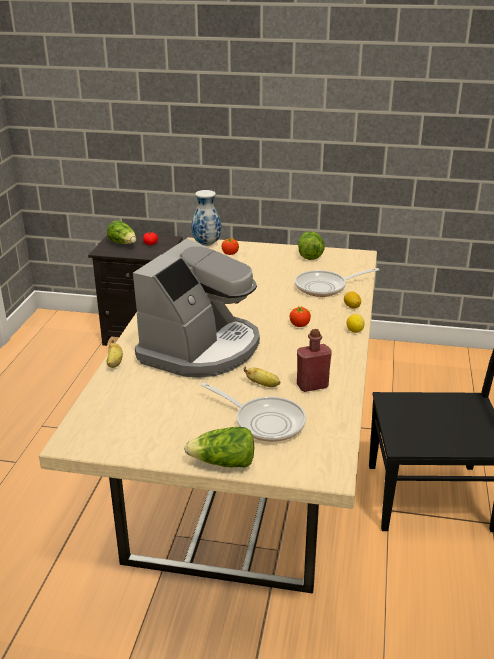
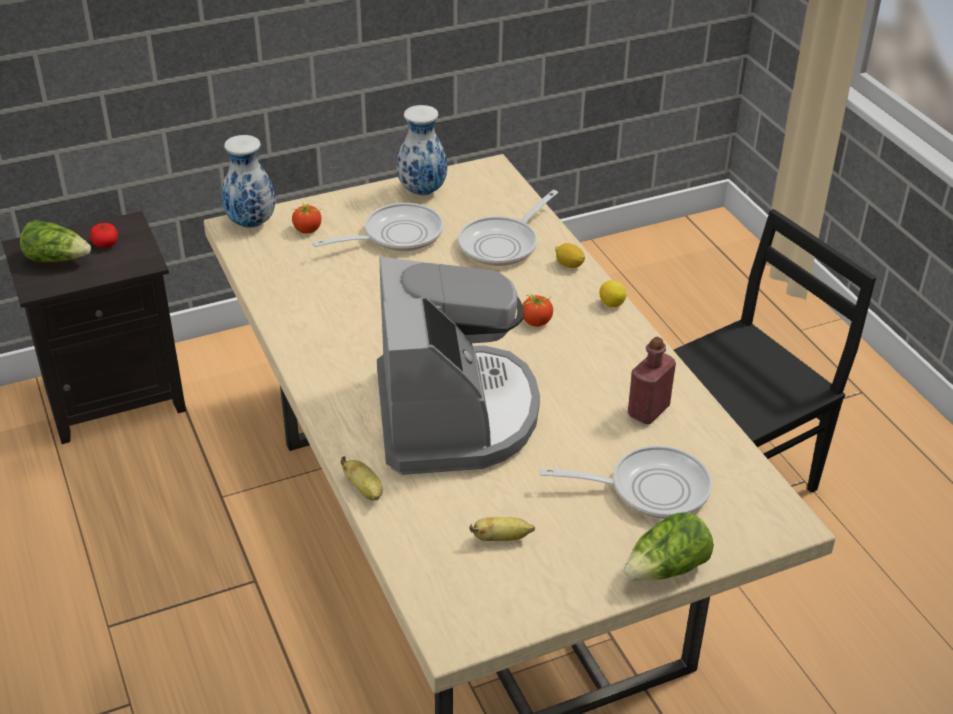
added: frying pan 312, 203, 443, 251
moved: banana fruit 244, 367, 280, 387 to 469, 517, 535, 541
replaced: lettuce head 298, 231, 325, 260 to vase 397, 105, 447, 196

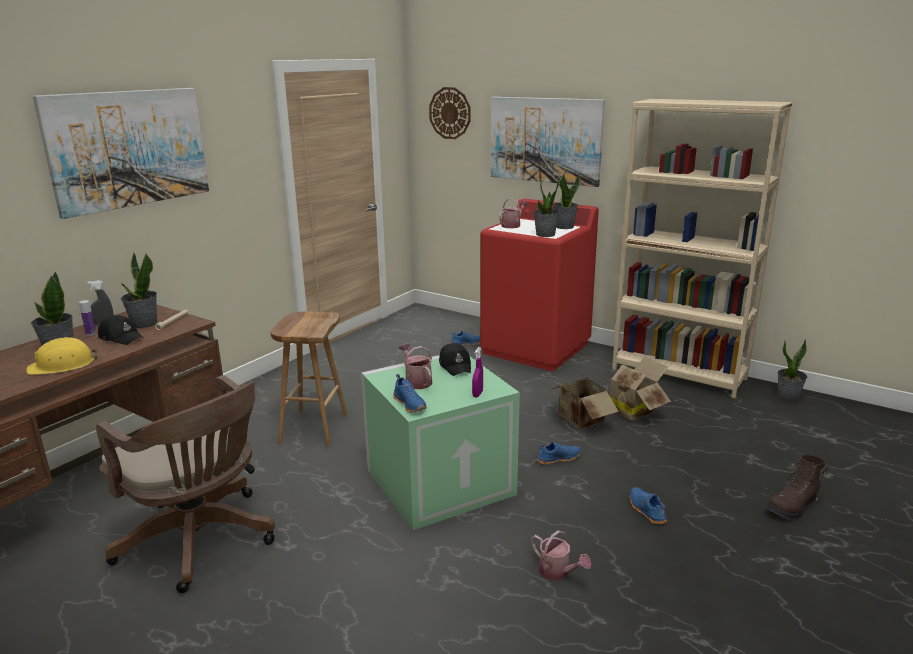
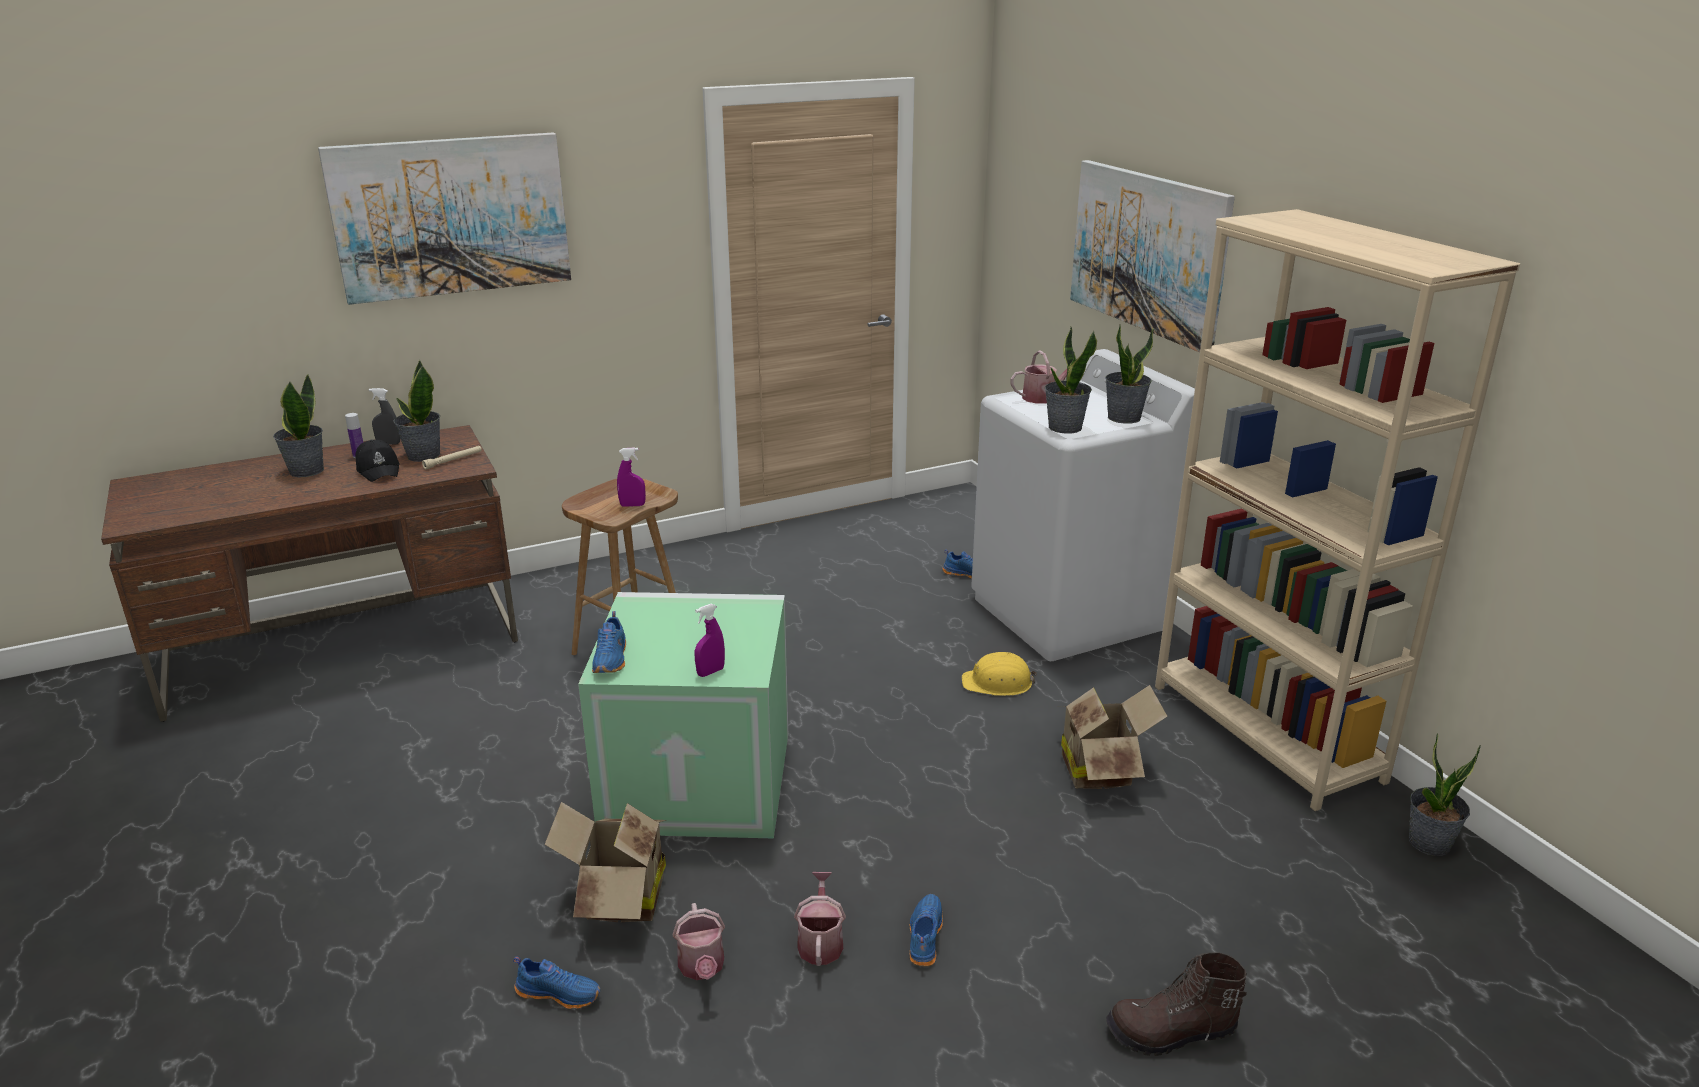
removed: hanging clock 429, 87, 471, 139; blackish cap 439, 343, 471, 376; brown computer chair 96, 375, 275, 593
added: purple-coloured hand sprayer 617, 447, 646, 507
moved: yellow hard hat 27, 337, 98, 375 to 962, 652, 1037, 696; watering pot 399, 344, 432, 389 to 794, 872, 846, 966; carton 550, 371, 619, 429 to 544, 802, 666, 922; blue-coloured item of footwear 537, 442, 580, 465 to 513, 956, 601, 1009
recoloured: red-coloured laundry appliance 480, 199, 599, 371 to whitish laundry appliance 971, 349, 1195, 661

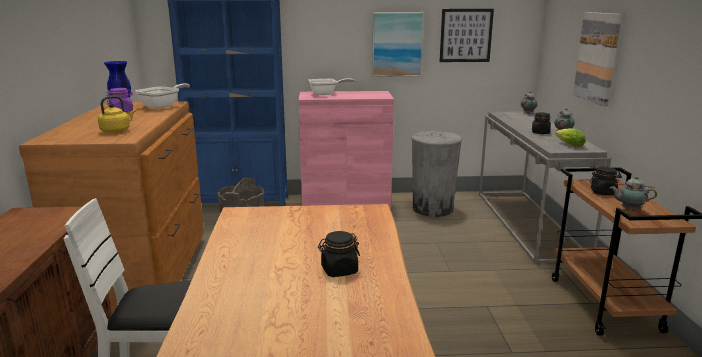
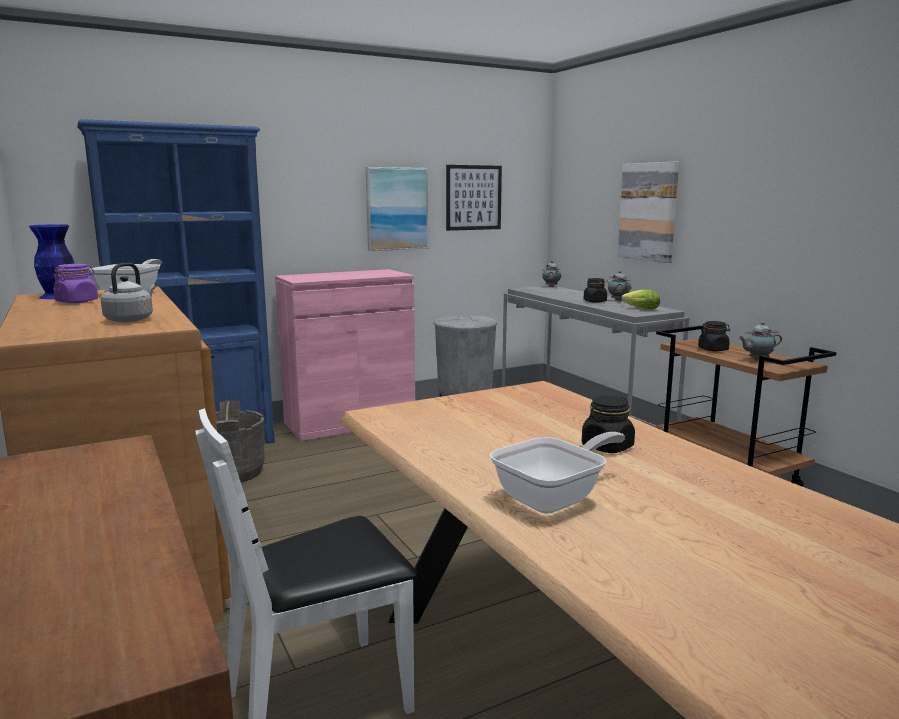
moved: frying pan 309, 78, 355, 95 to 490, 432, 625, 514
recoloured: yellow tea kettle 98, 96, 136, 133 to gray tea kettle 101, 263, 156, 322

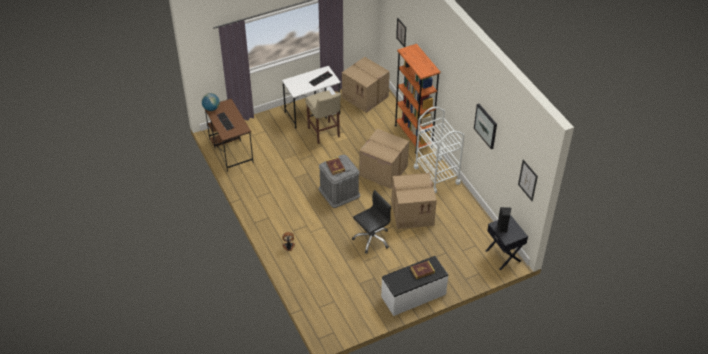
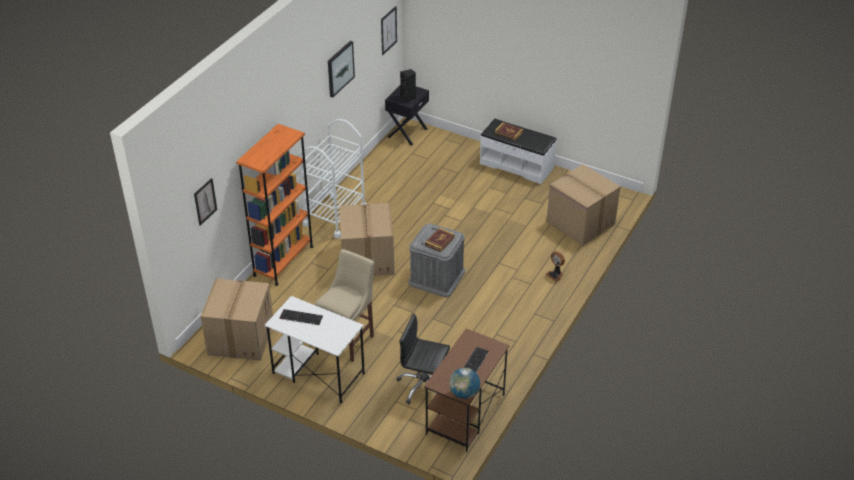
moved: carton 391, 173, 437, 229 to 547, 164, 620, 246; blackish computer chair 352, 190, 391, 254 to 397, 313, 450, 405

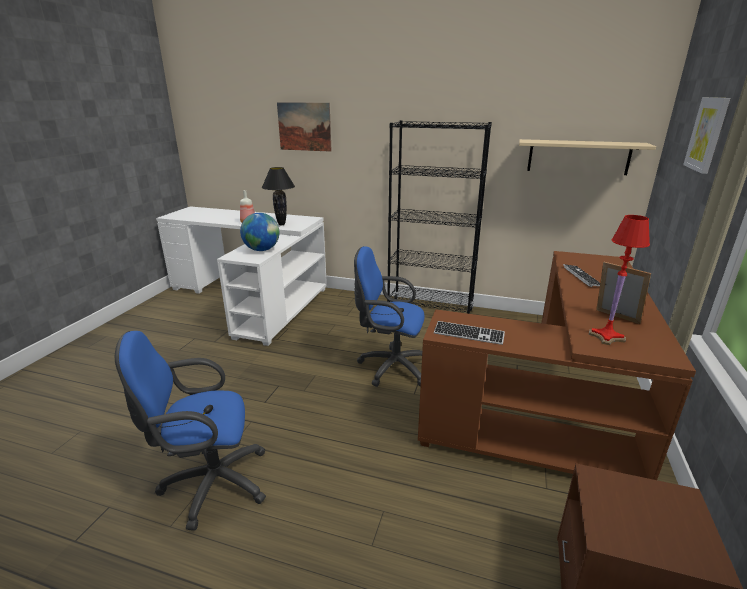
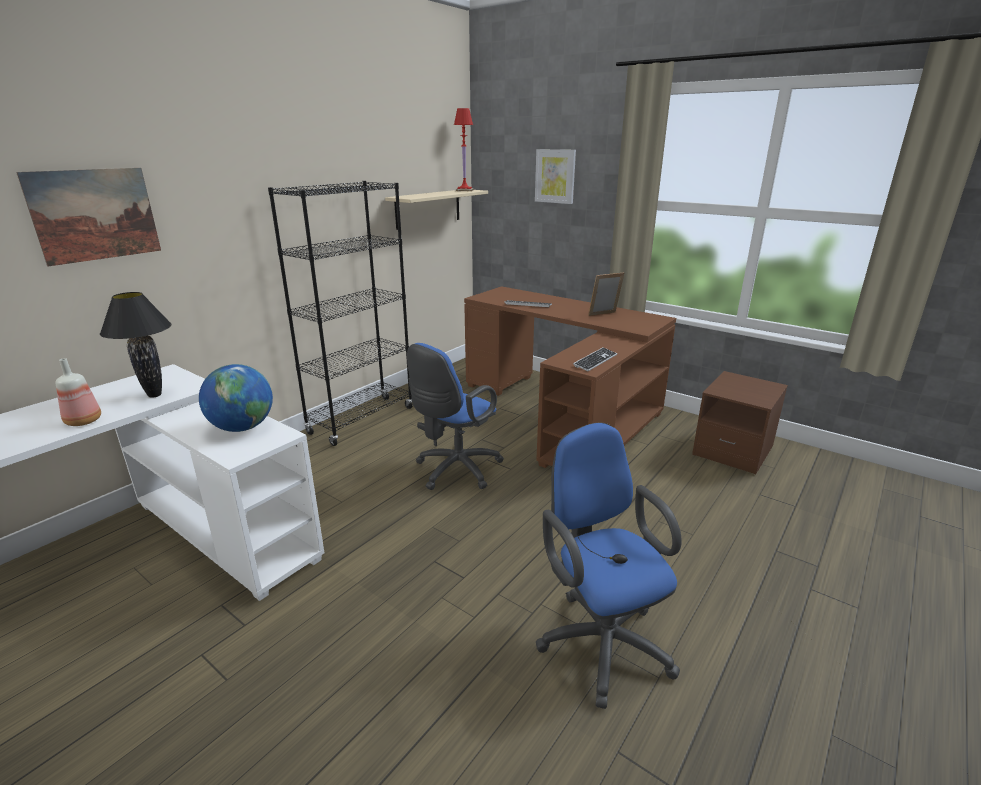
moved: red-coloured tabletop lamp 589, 215, 650, 345 to 454, 108, 474, 191
turned: blue-coloured computer chair 115, 331, 266, 531 = 536, 423, 682, 709 150 degrees clockwise

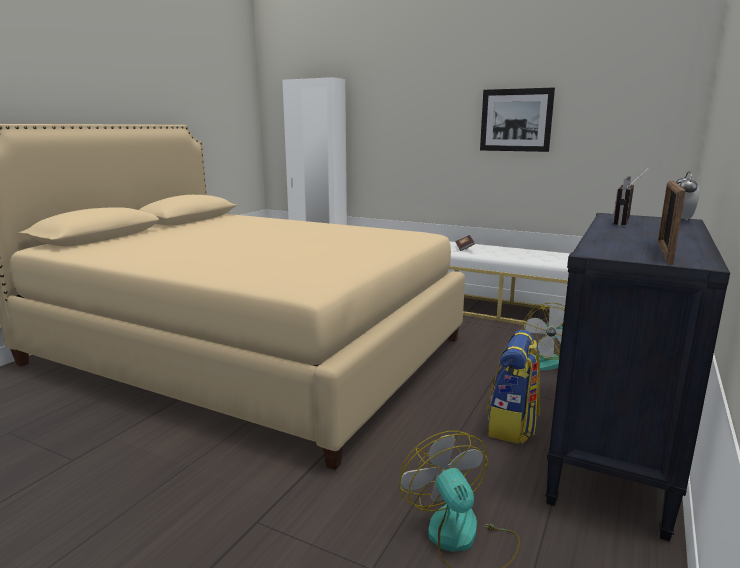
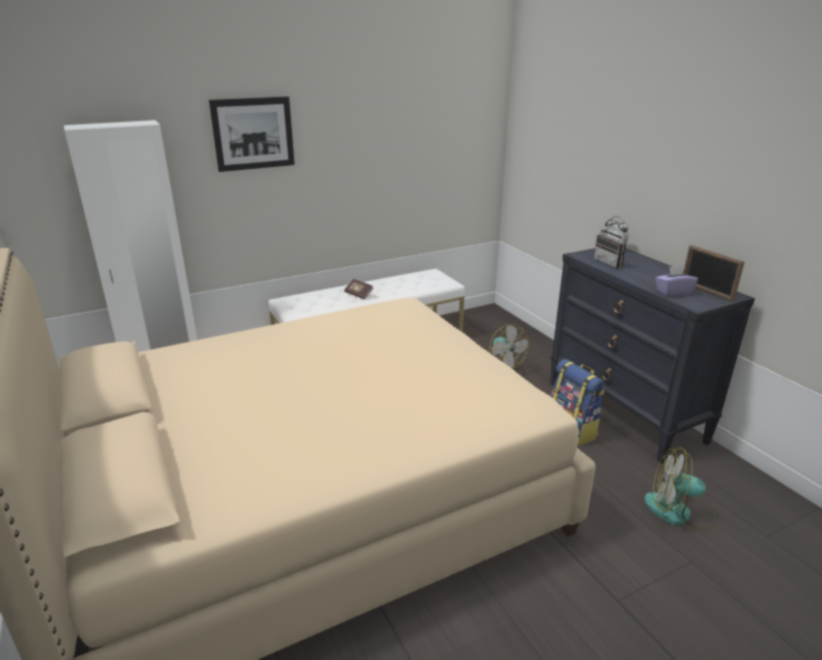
added: purple-coloured tissue box 655, 266, 698, 297
moved: wall art 480, 88, 555, 152 to 209, 96, 295, 172

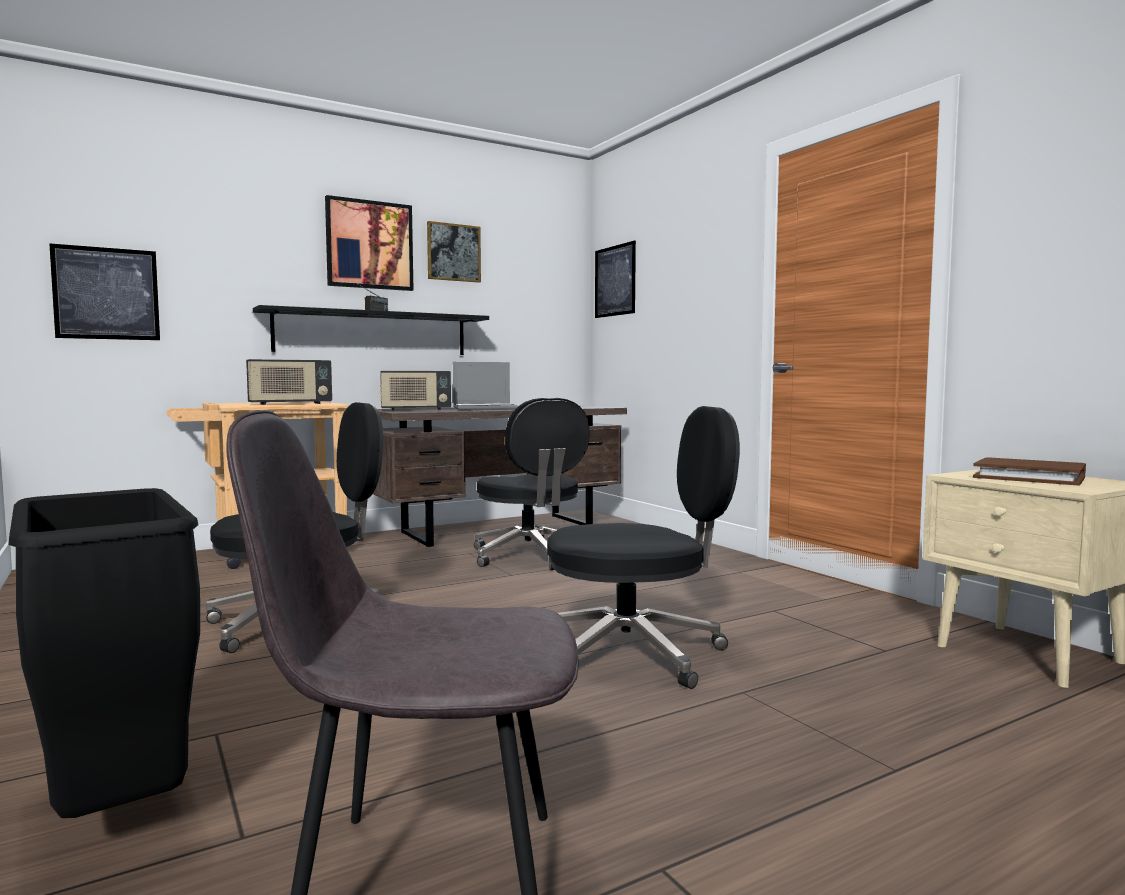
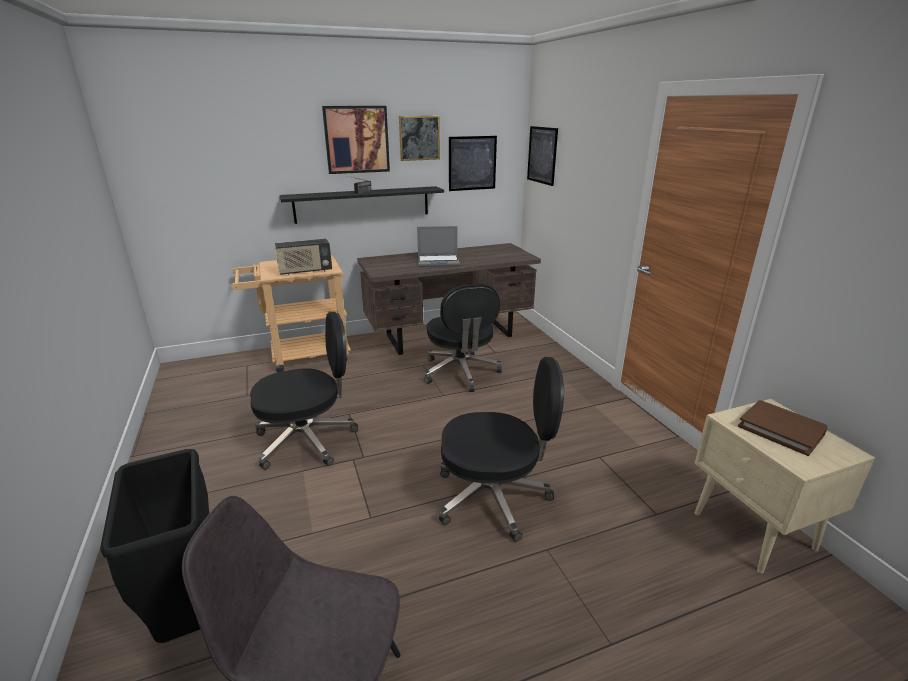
removed: radio set 380, 371, 451, 410
moved: wall art 49, 243, 160, 340 to 449, 136, 497, 191

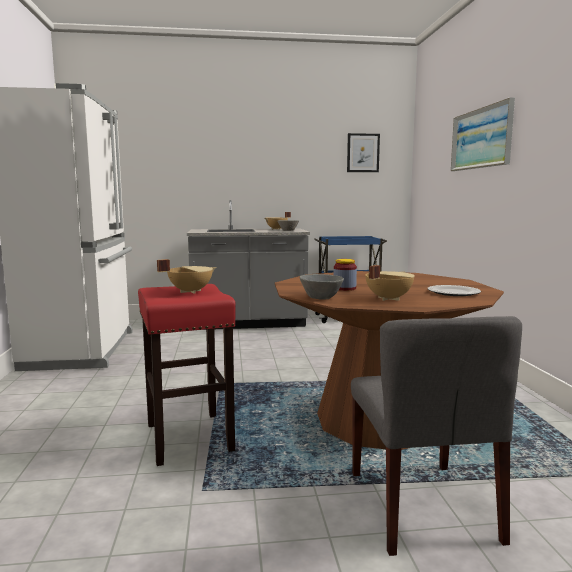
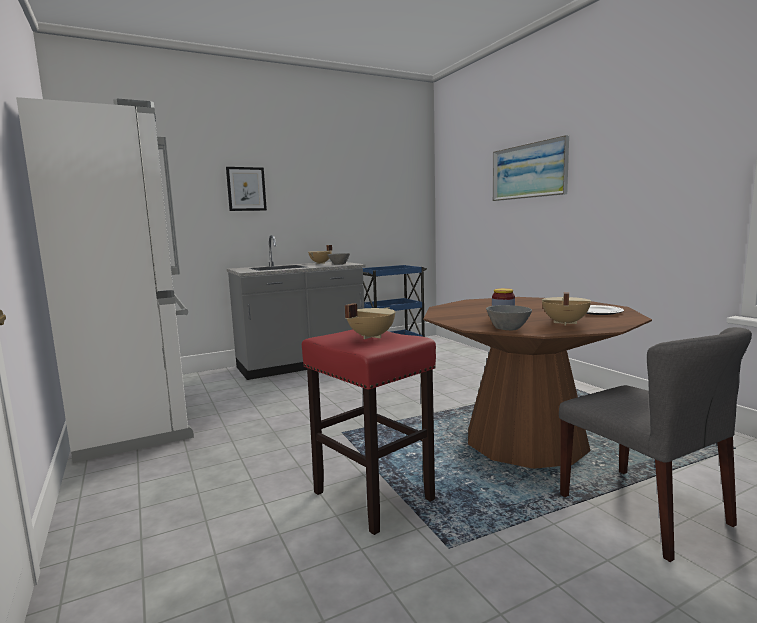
moved: wall art 347, 133, 380, 172 to 226, 167, 267, 211

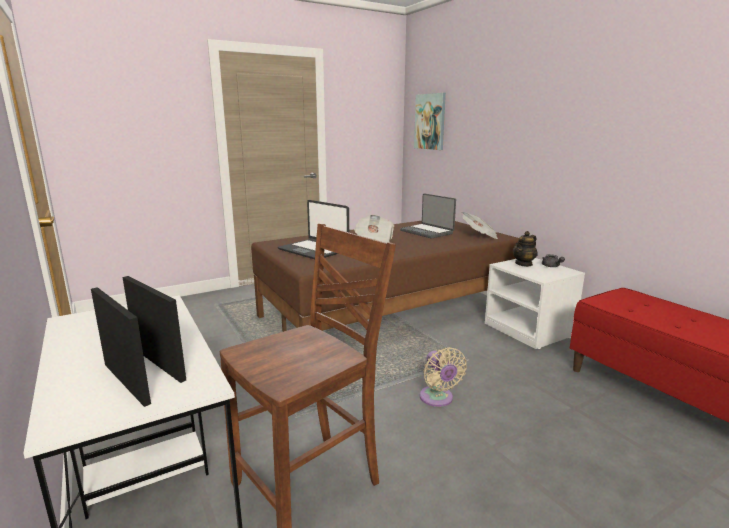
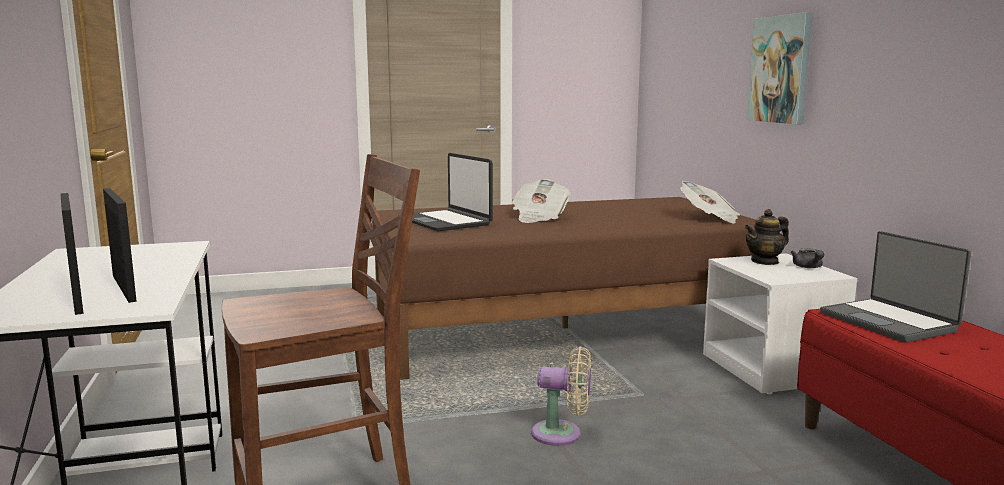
moved: wall art 414, 93, 446, 150 to 747, 12, 813, 124; notebook computer 400, 193, 456, 239 to 820, 231, 971, 343
turned: beige-coloured fan 419, 347, 467, 407 = 531, 347, 591, 446 75 degrees counterclockwise

